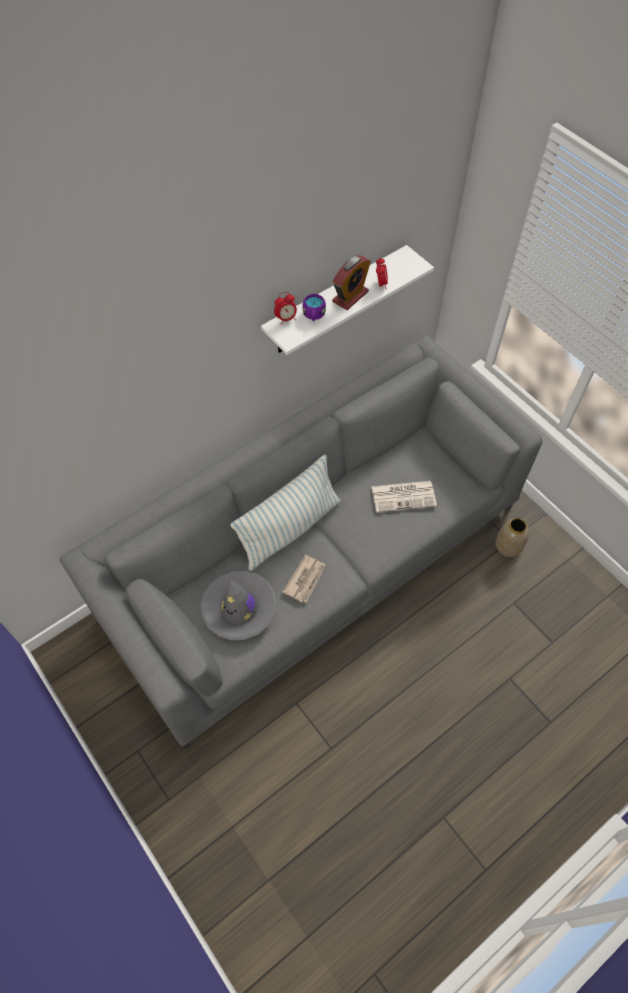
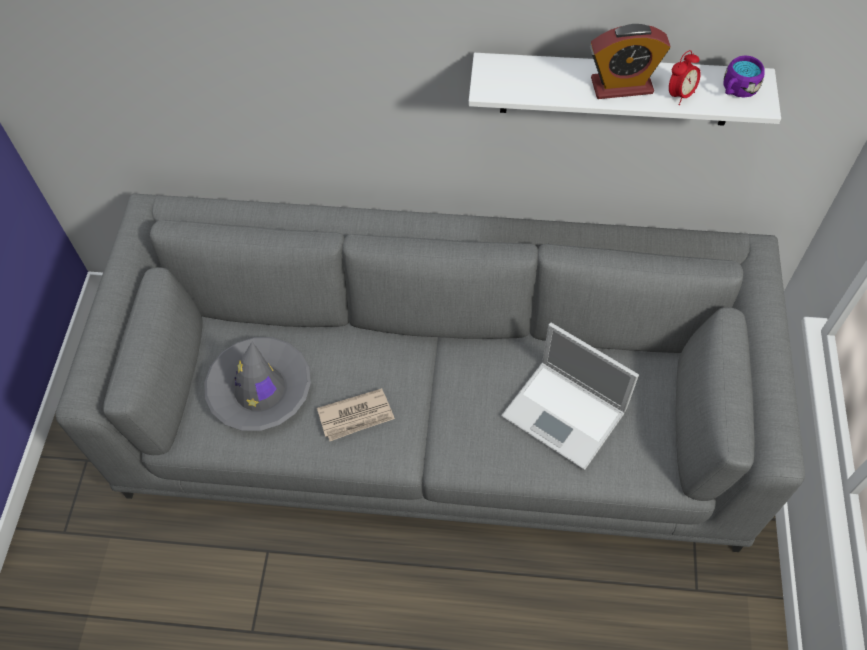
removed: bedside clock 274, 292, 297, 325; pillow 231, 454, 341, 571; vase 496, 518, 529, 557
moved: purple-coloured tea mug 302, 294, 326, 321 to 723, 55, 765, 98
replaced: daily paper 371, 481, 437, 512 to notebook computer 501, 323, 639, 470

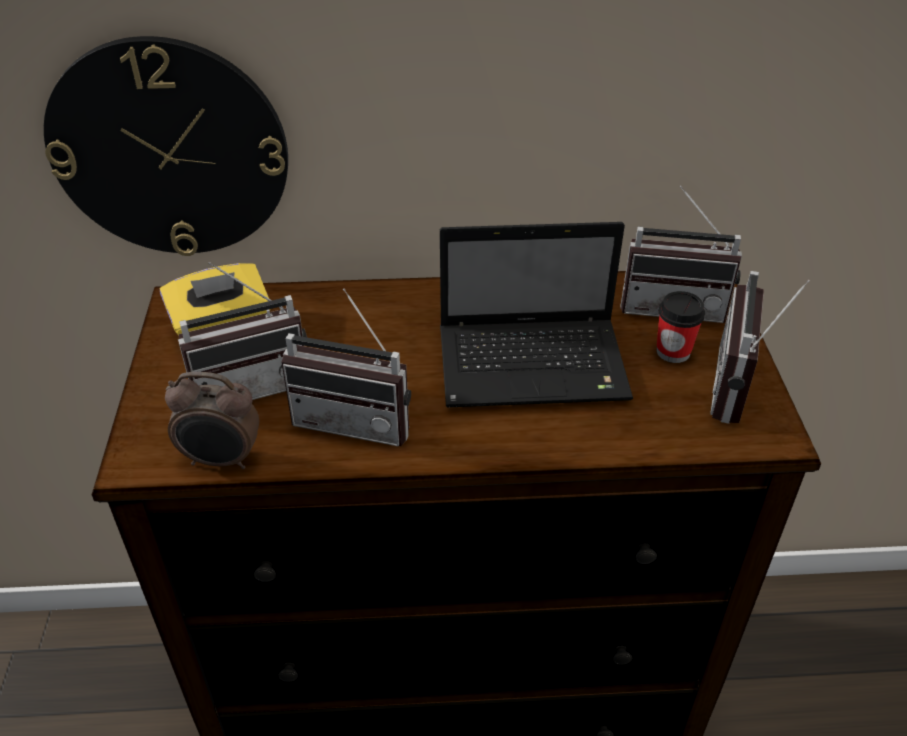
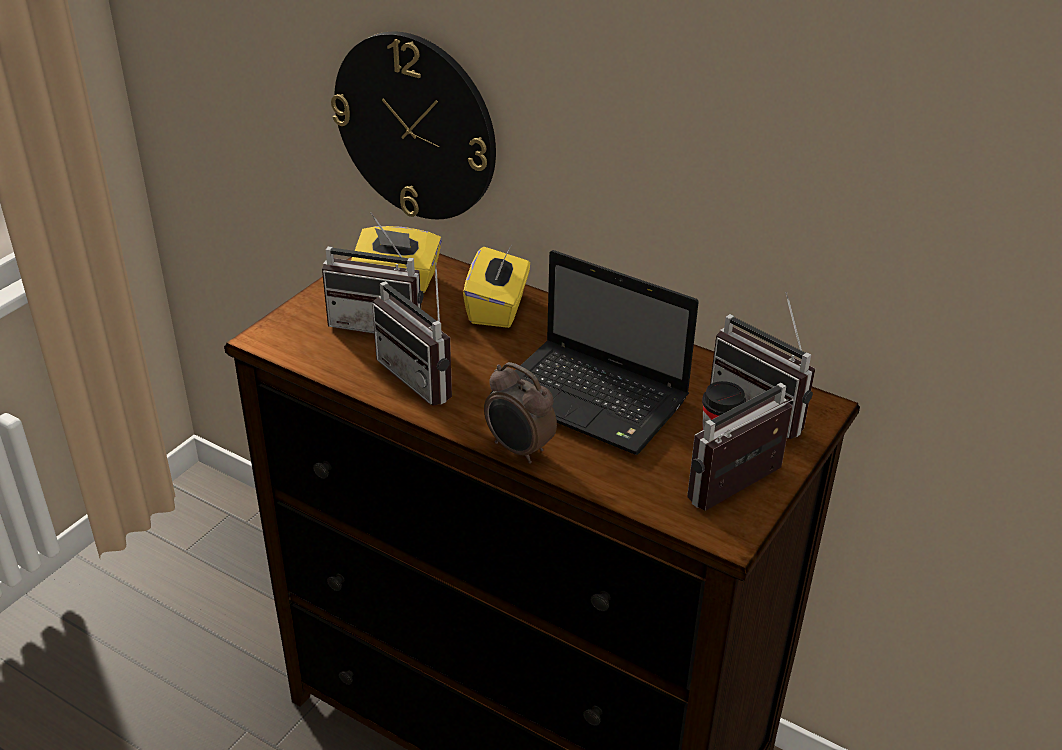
added: yellow tissue box 463, 246, 530, 328
moved: bedside clock 165, 372, 259, 469 to 484, 362, 557, 464

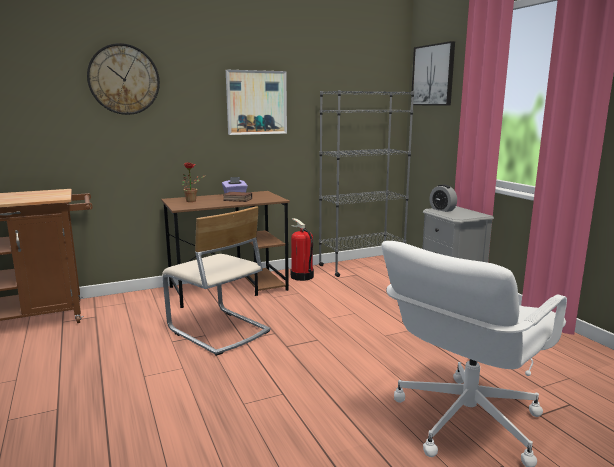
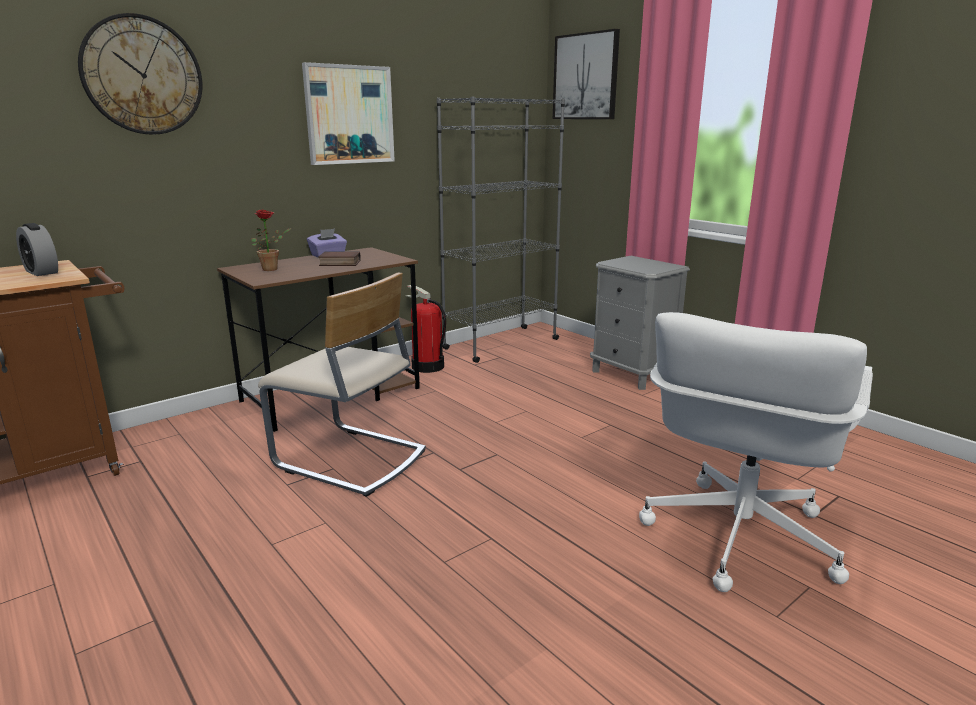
moved: bedside clock 430, 184, 457, 212 to 16, 223, 58, 276

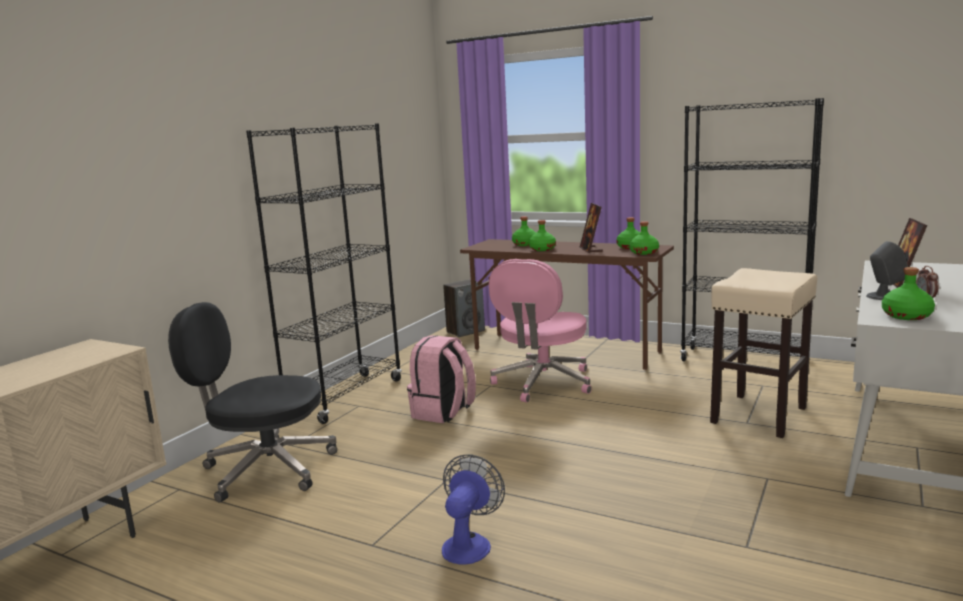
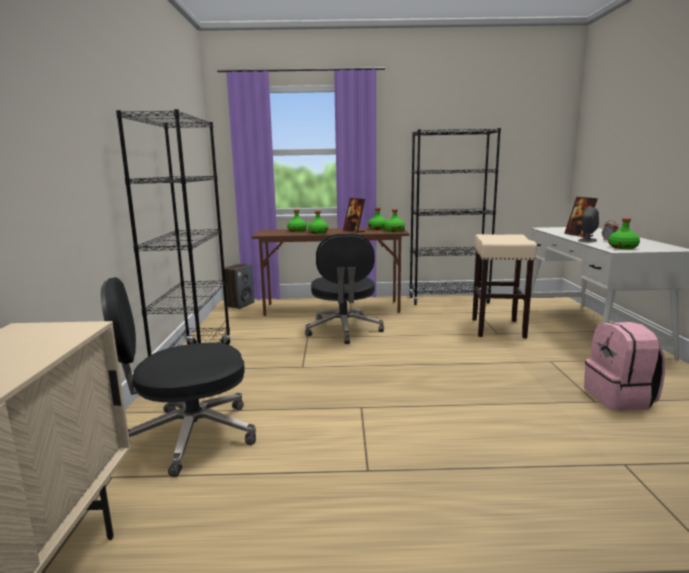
removed: fan 442, 454, 505, 564
moved: pink-coloured rucksack 407, 335, 476, 423 to 584, 322, 665, 411
recoloured: pink-coloured computer chair 489, 259, 592, 402 to blackish computer chair 305, 233, 384, 344

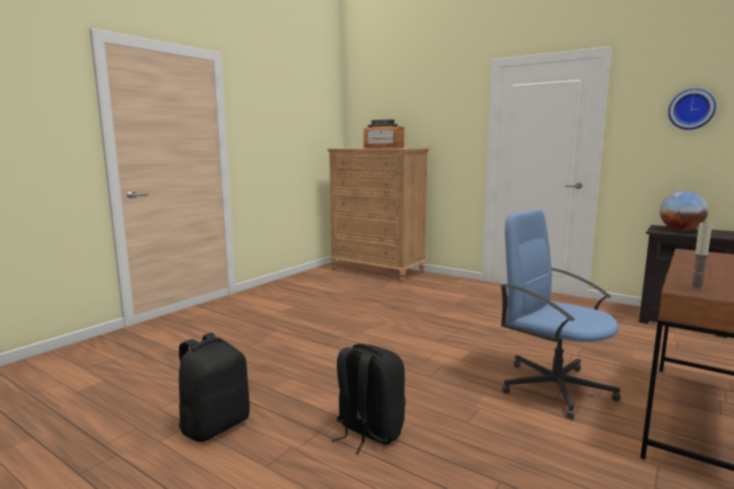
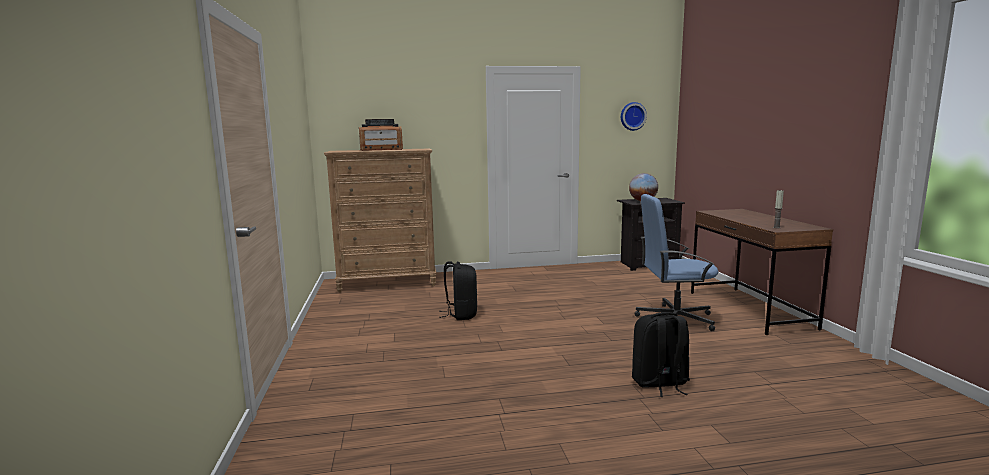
moved: blackish rucksack 179, 333, 250, 442 to 439, 261, 477, 320

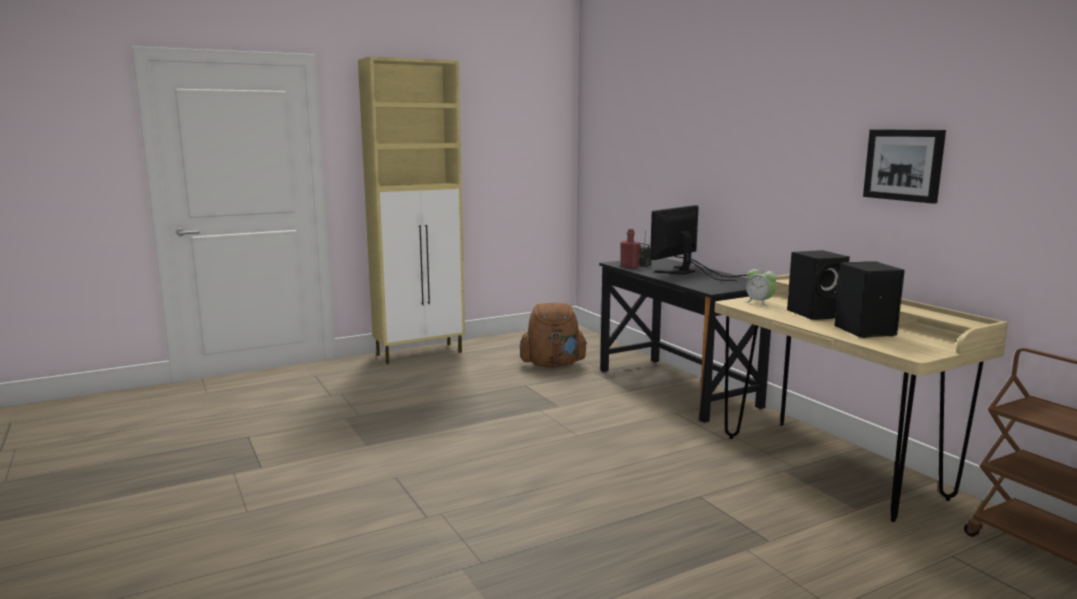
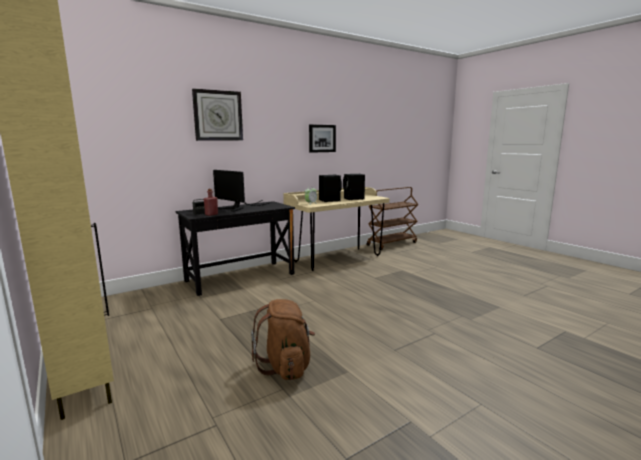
added: hanging clock 192, 88, 243, 141
moved: brown rucksack 519, 303, 588, 368 to 251, 299, 315, 380

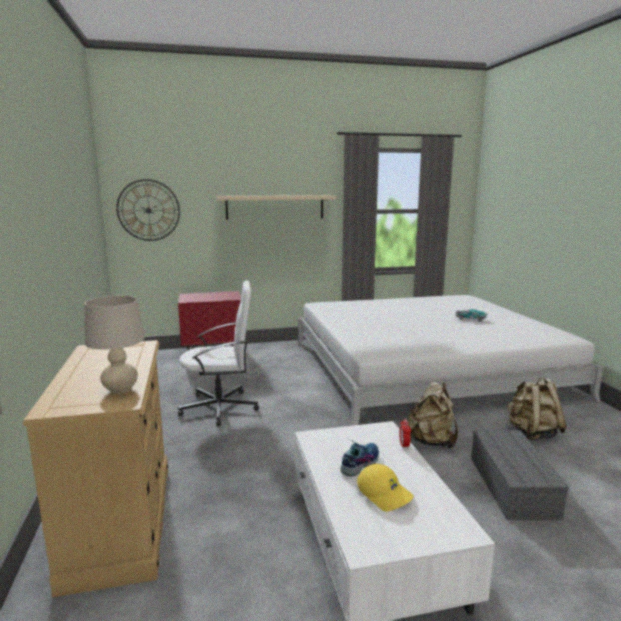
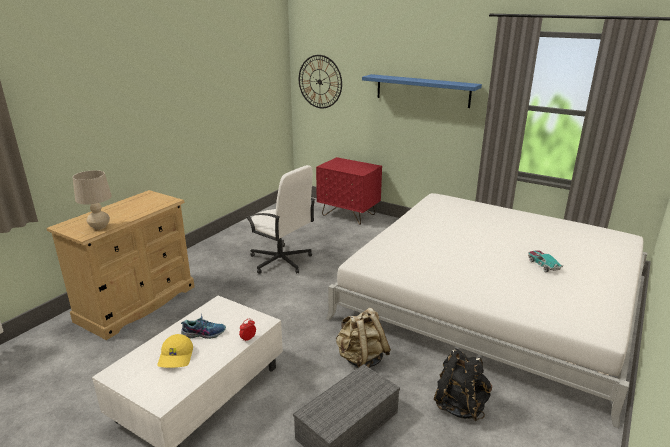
recoloured: beige-coloured shelf 216, 195, 336, 220 to blue-coloured shelf 362, 74, 482, 108; beige-coloured rucksack 507, 378, 566, 440 to blackish rucksack 434, 348, 492, 421

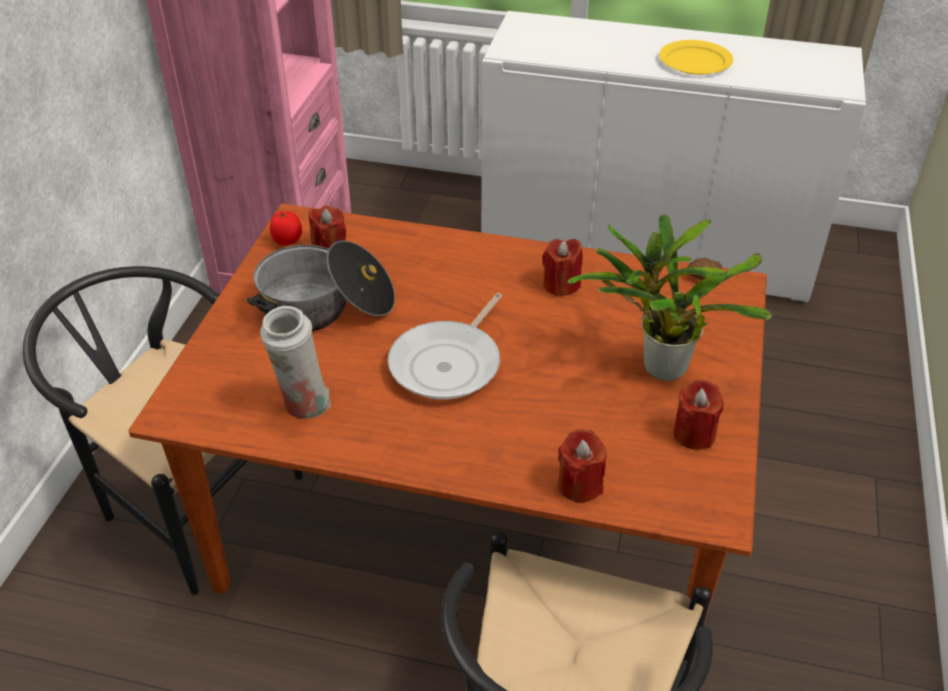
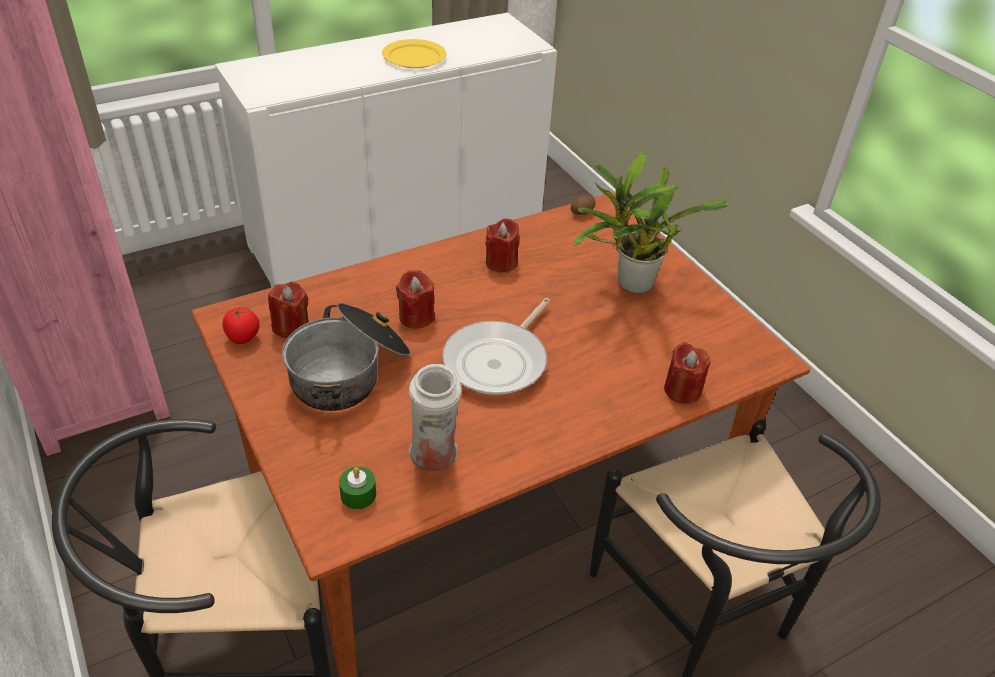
added: green-coloured candle 339, 466, 376, 510
moved: red-coloured candle 673, 380, 724, 450 to 396, 270, 435, 329
turned: frying pan 388, 293, 502, 400 = 442, 298, 550, 395 45 degrees clockwise

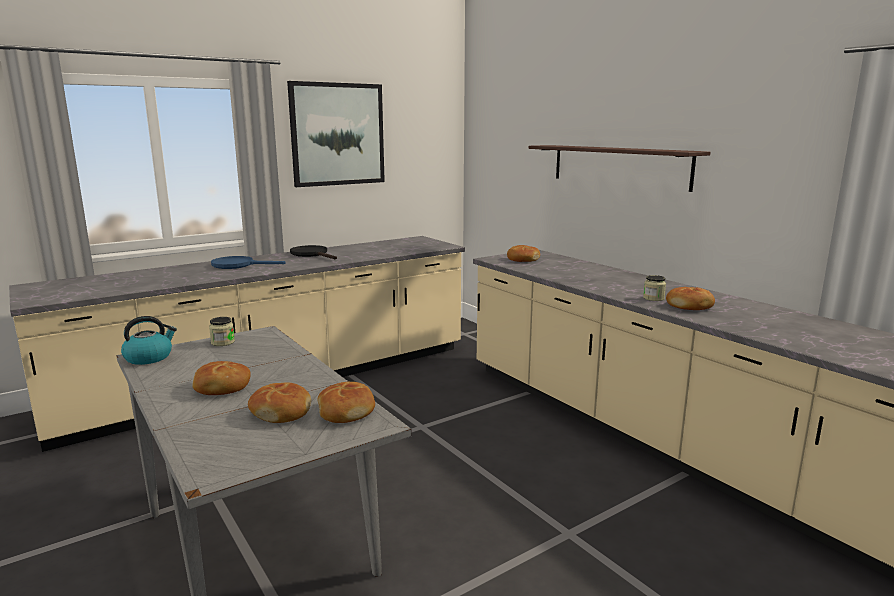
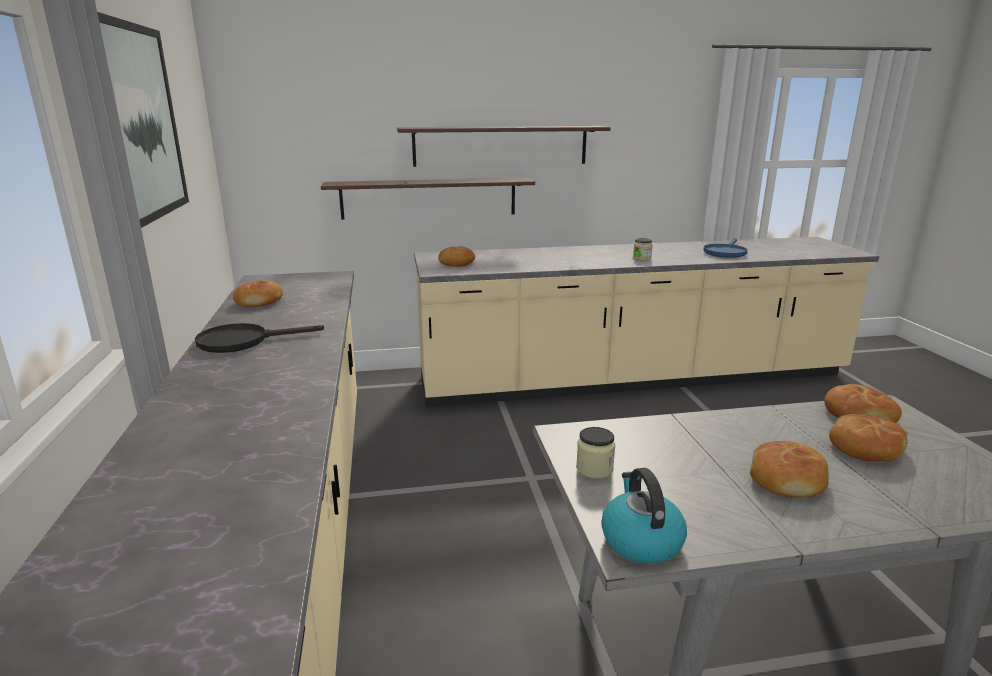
added: shelf 321, 178, 535, 220
moved: blue-coloured frying pan 211, 256, 286, 269 to 703, 238, 747, 258; bakery bread 666, 287, 715, 310 to 233, 280, 283, 307

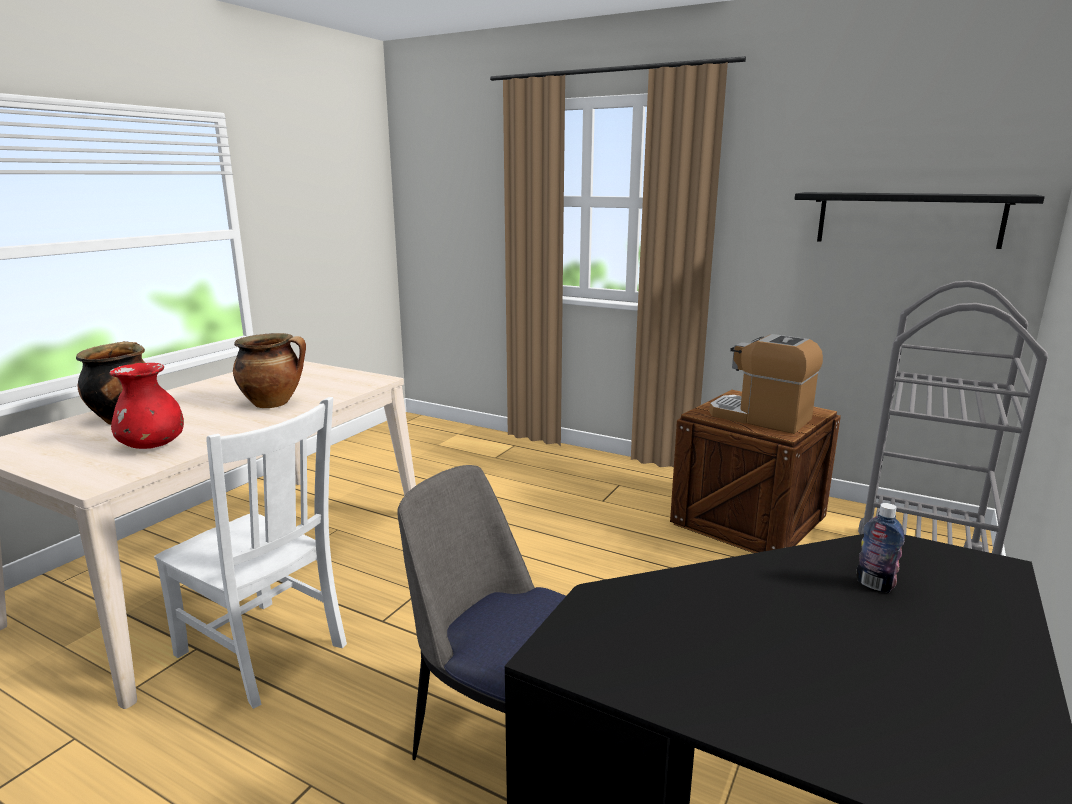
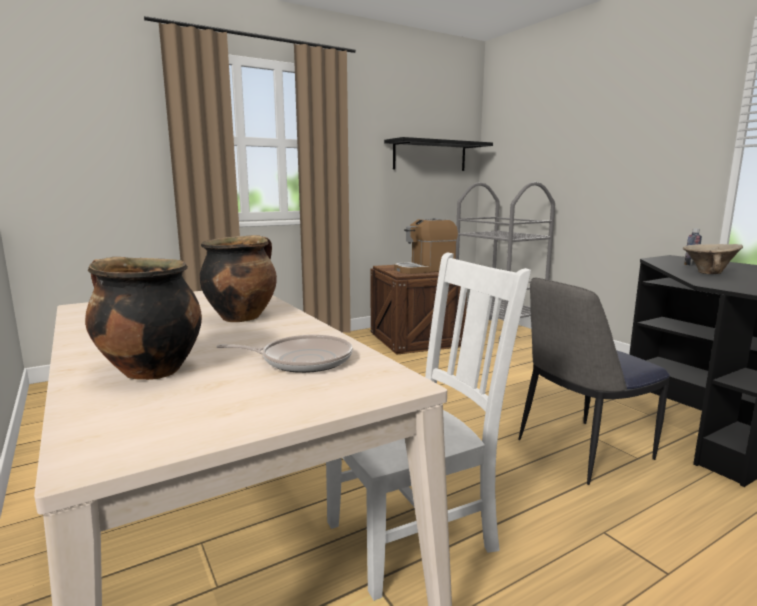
added: beige-coloured deep dish 683, 244, 743, 274
replaced: red-coloured vase 110, 363, 184, 449 to frying pan 217, 335, 353, 373

